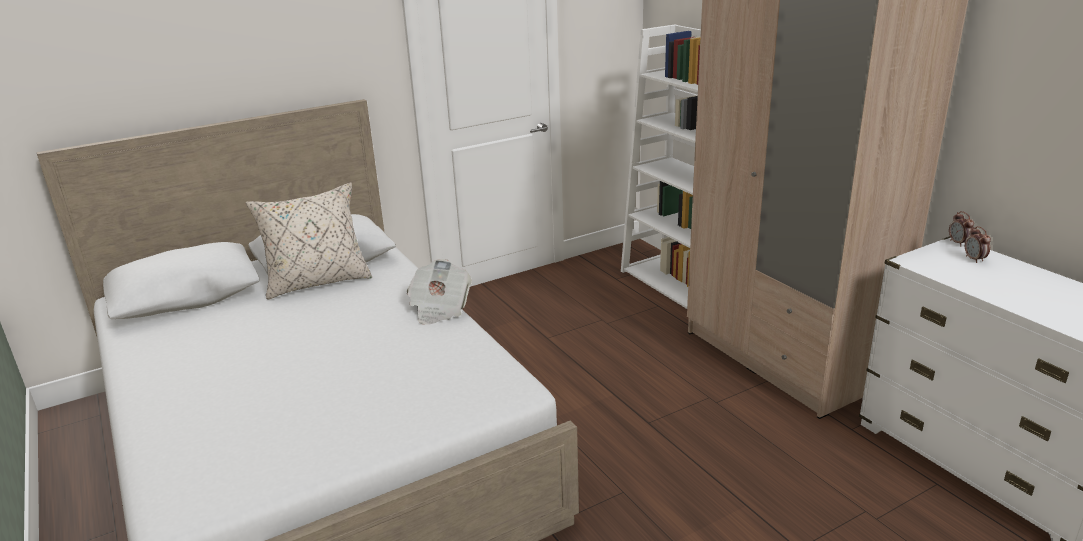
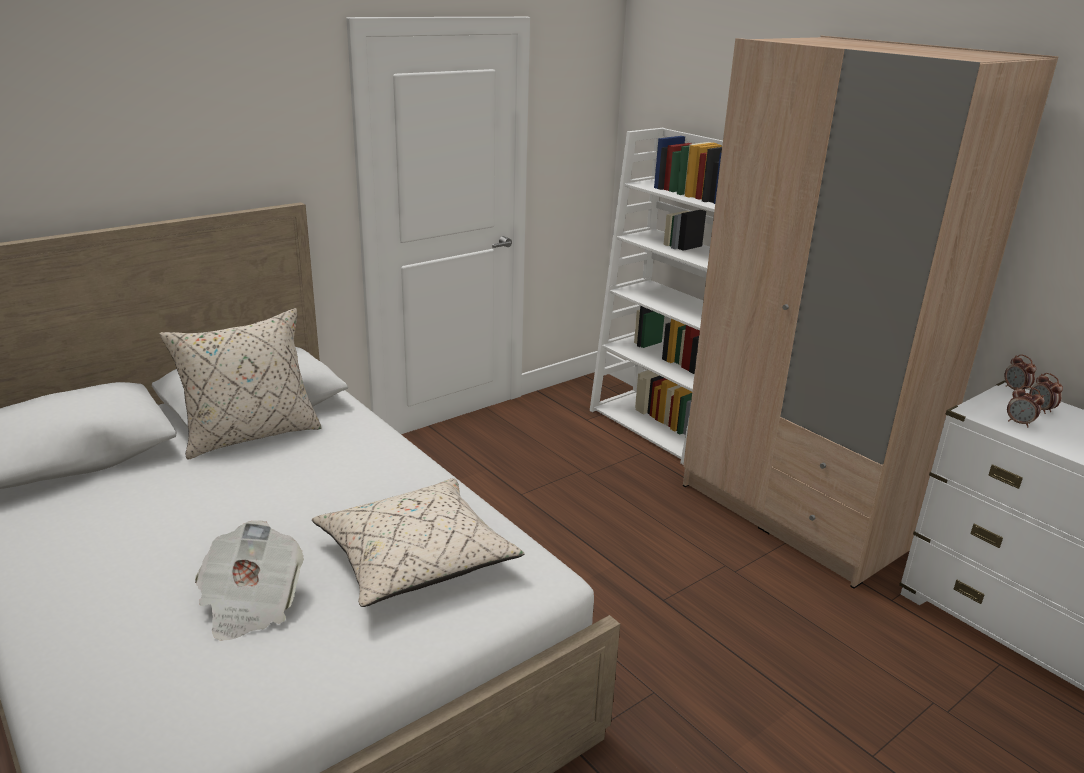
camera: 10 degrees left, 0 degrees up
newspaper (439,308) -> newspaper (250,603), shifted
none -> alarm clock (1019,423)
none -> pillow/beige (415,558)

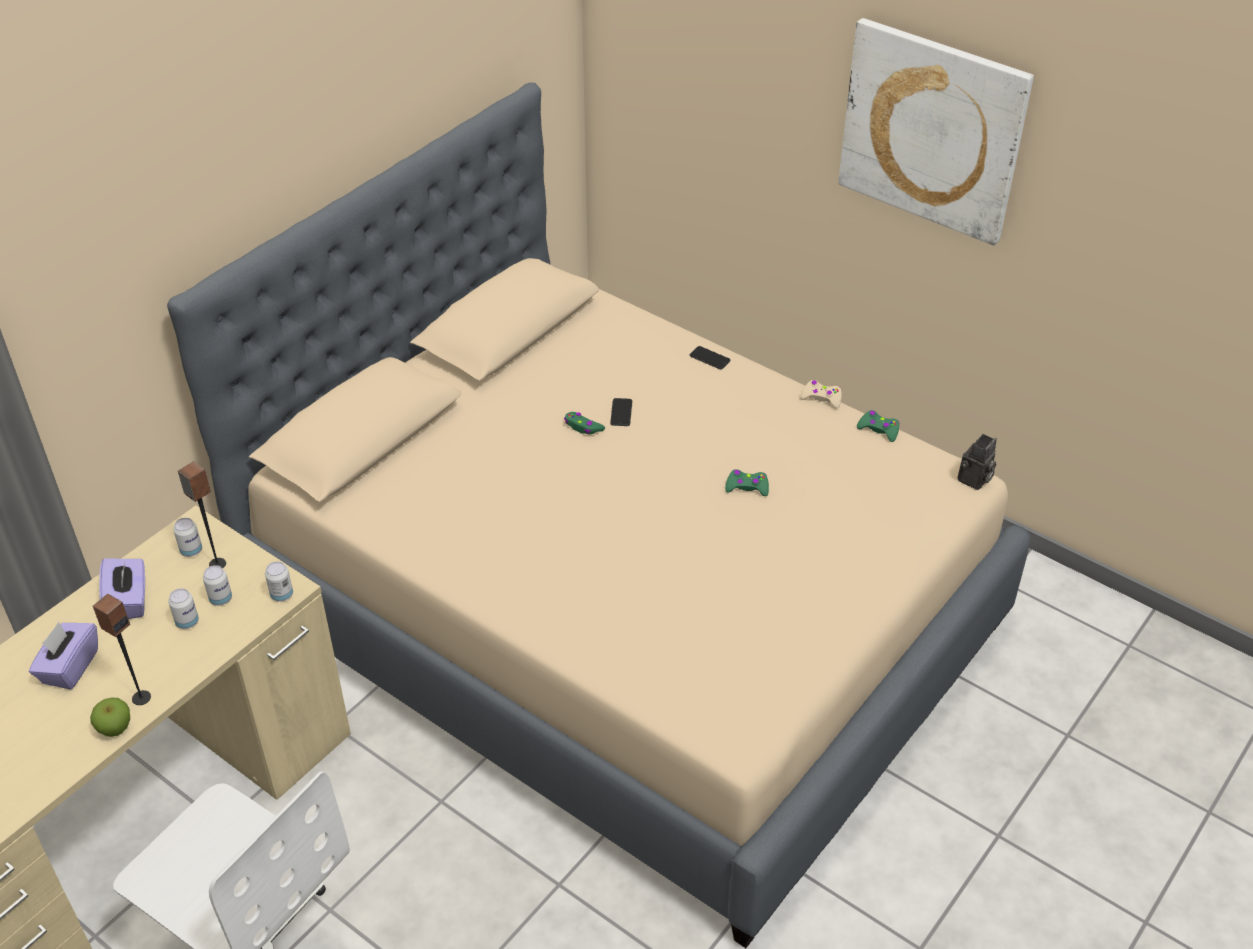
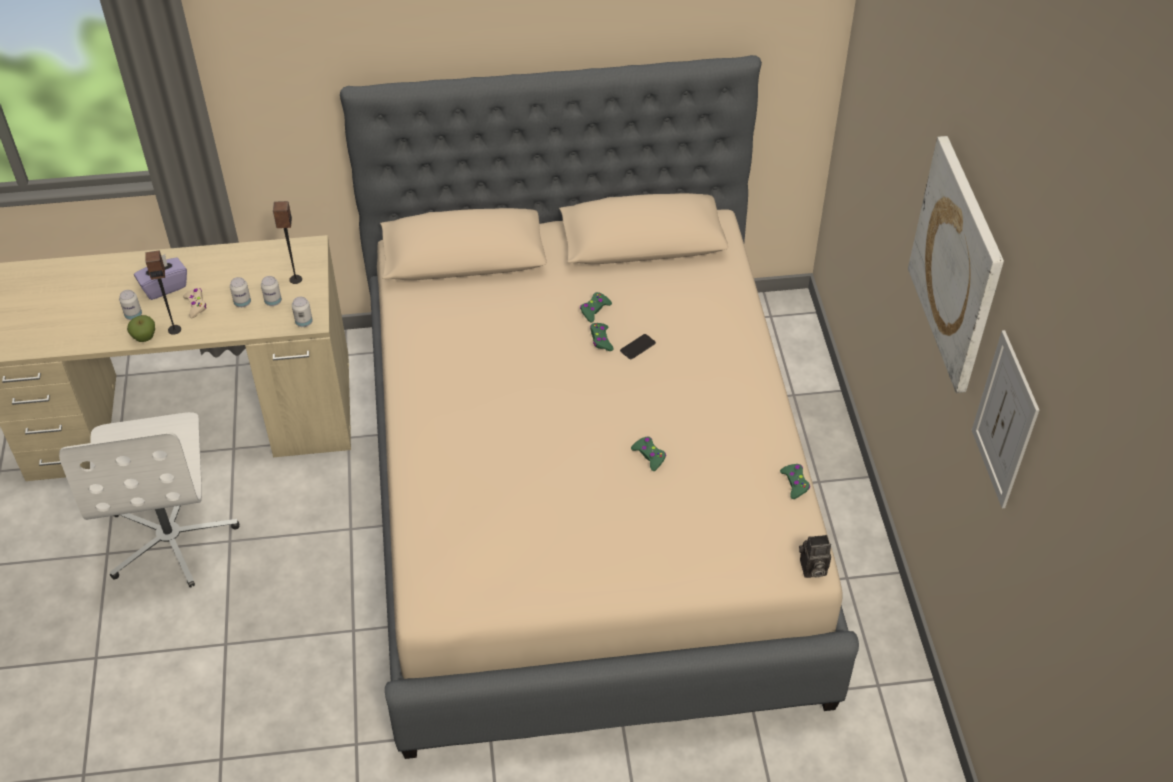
camera: 45 degrees right, 5 degrees up
phone (709,358) -> none
game controller/beige (821,398) -> game controller/beige (196,305), shifted
can (191,551) -> can (133,315), shifted
tissue box/purple (129,601) -> none
none -> game controller/green (594,310)
none -> picture (1005,420)

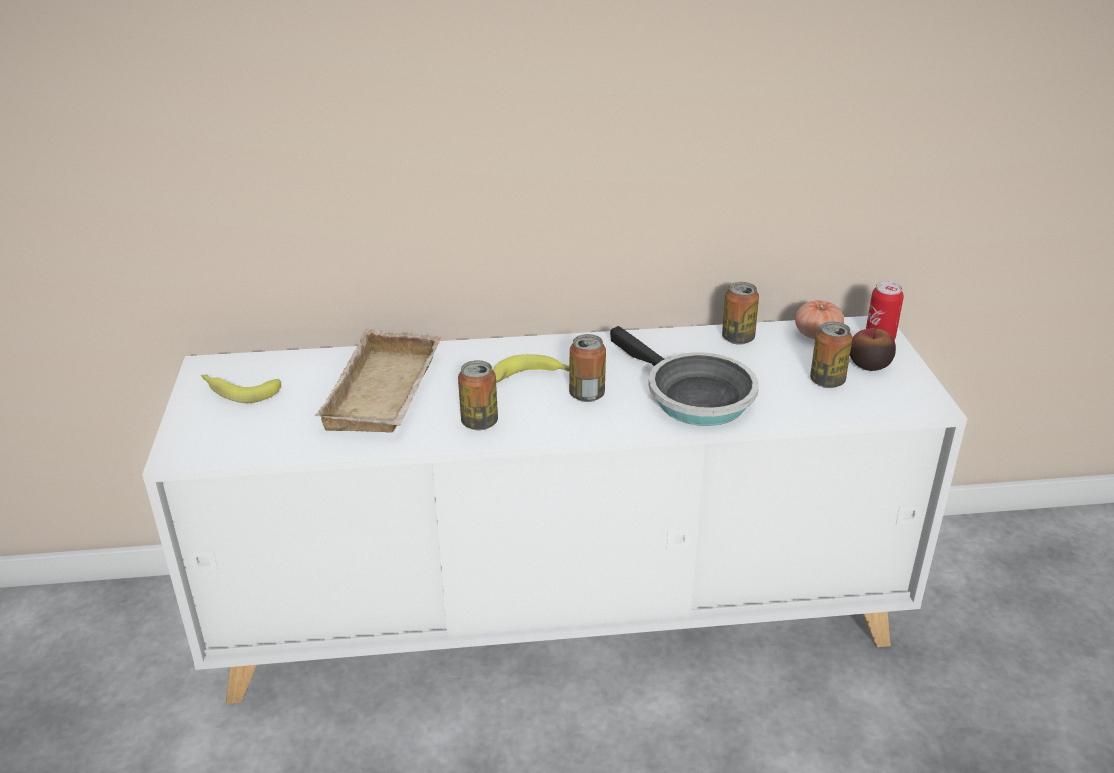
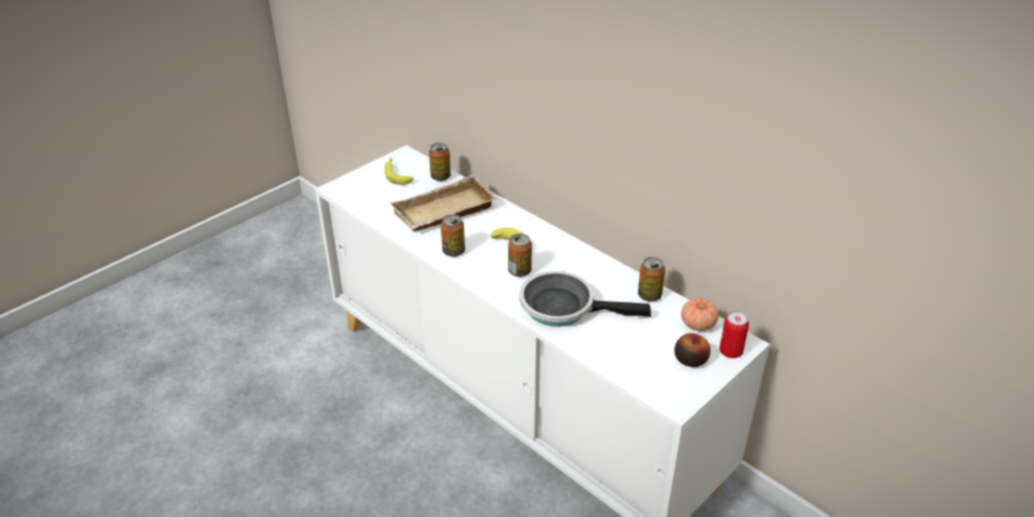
camera: 50 degrees right, 5 degrees up
can (827,381) -> can (440,177), shifted
frying pan (692,396) -> frying pan (564,307), 90 degrees clockwise

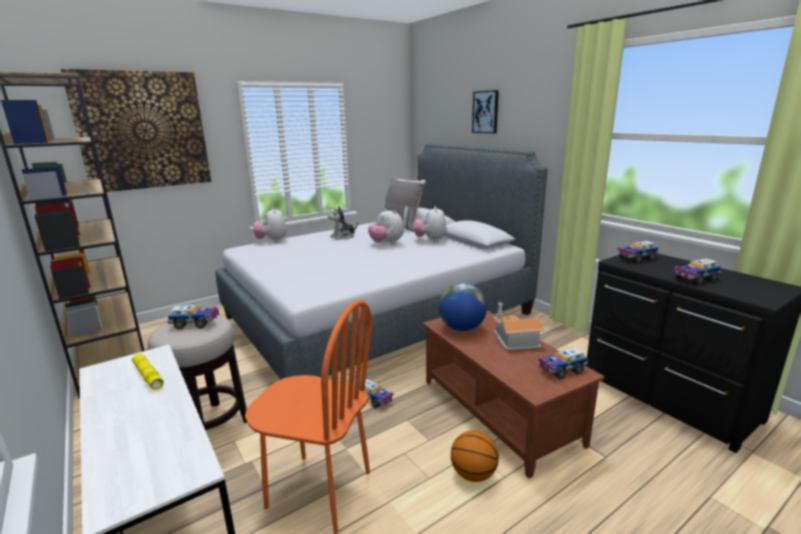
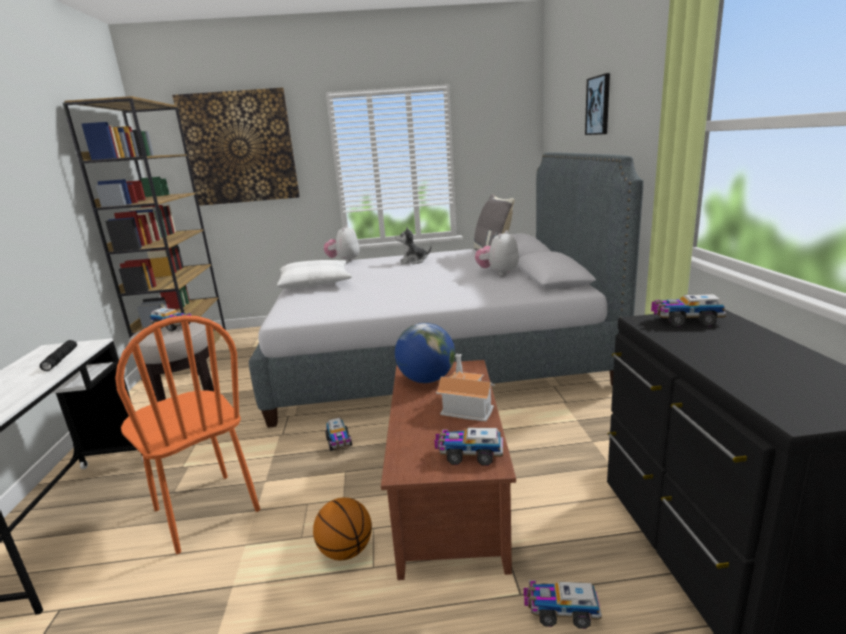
camera: 30 degrees right, 0 degrees up
plush toy (386,243) -> none
toy truck (694,279) -> toy truck (560,611), shifted
flashlight/yellow (148,375) -> flashlight/black (61,359)
none -> pillow/white (315,283)

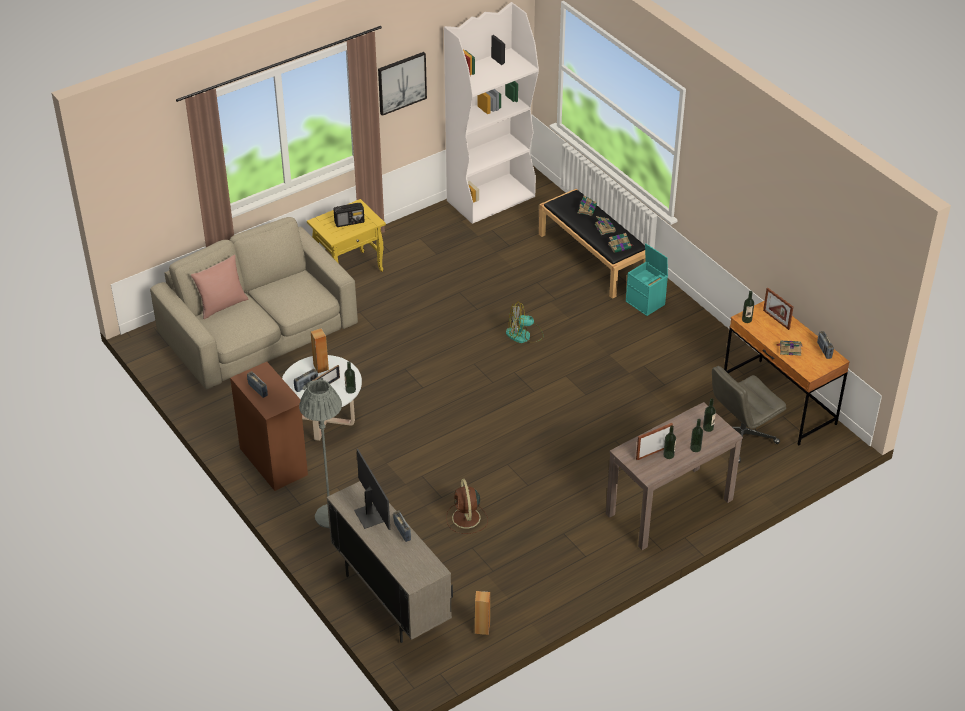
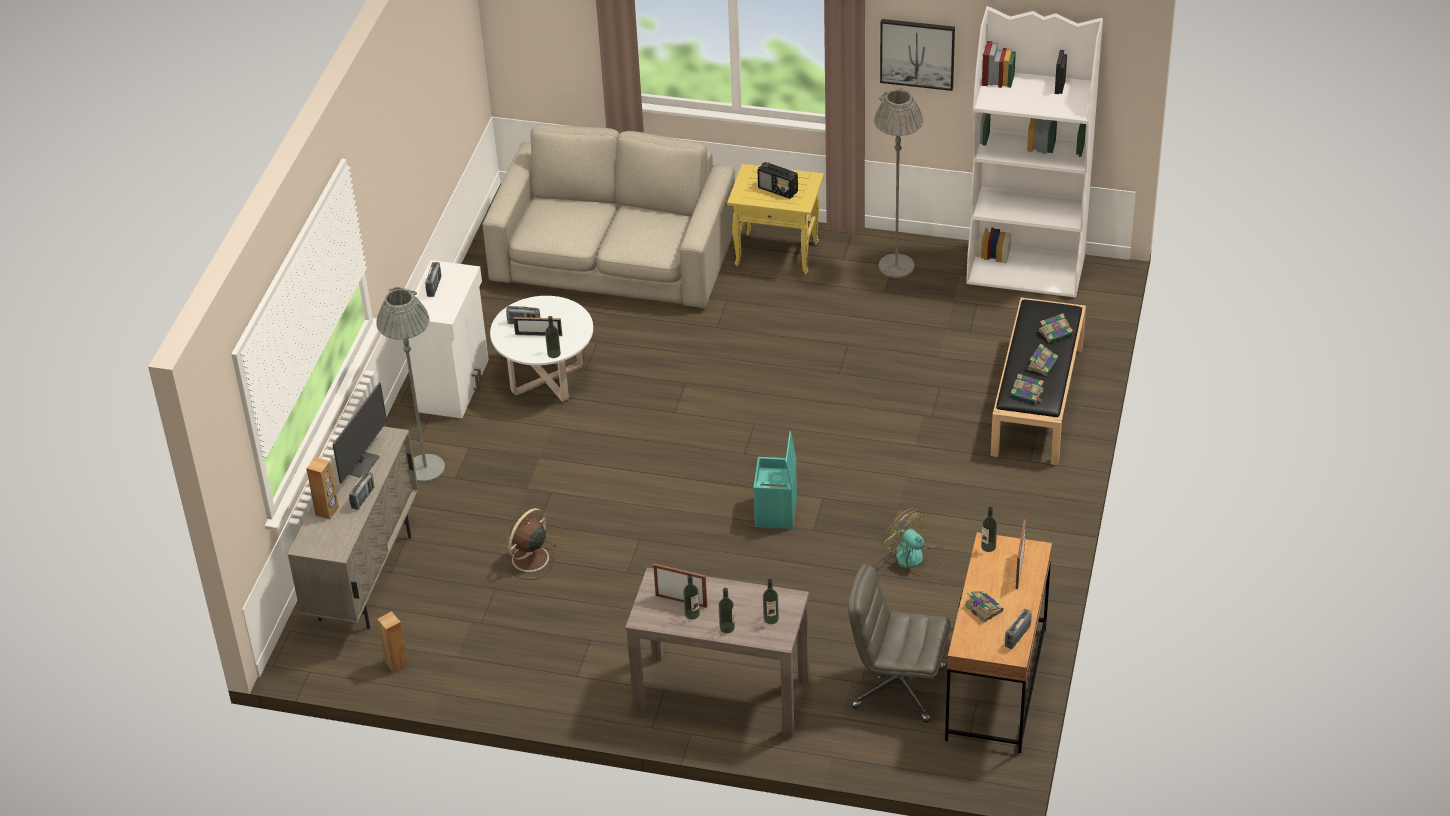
camera: 50 degrees right, 0 degrees up
storage box/turquoise (646,303) -> storage box/turquoise (776,513), shifted
pillow/pink (222,305) -> none
fan (524,335) -> fan (915,559), shifted
speaker/brown (321,367) -> speaker/brown (327,511), shifted
cabinet/brown (274,460) -> cabinet/white (454,385)
none -> floor lamp/grey (896,266)

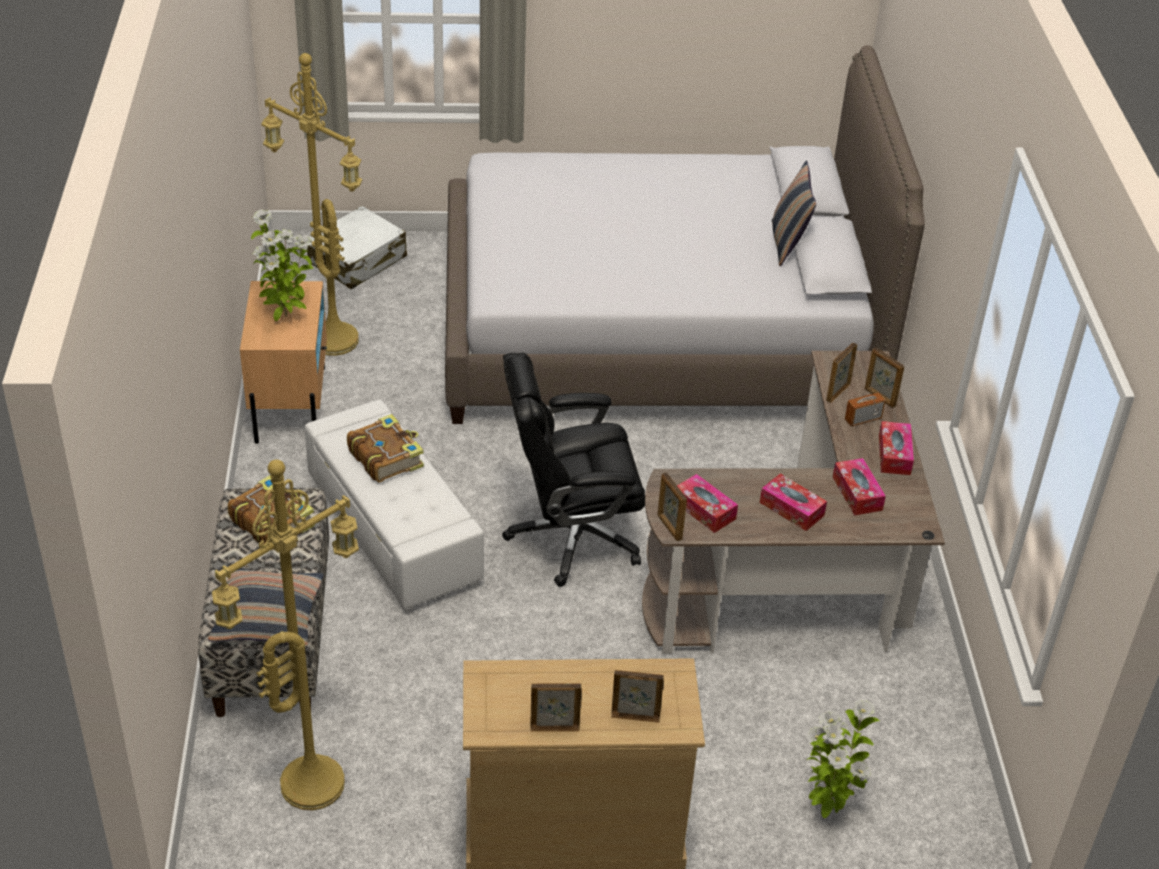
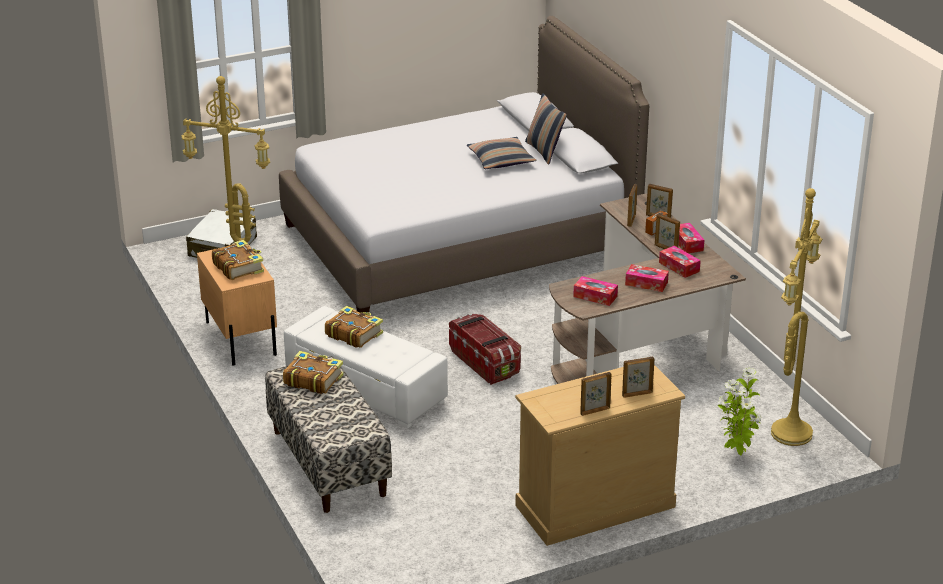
camera: 20 degrees left, 10 degrees down
potted plant (285,318) -> book (238,267)
office chair/black (571,536) -> storage box (485,362)
floor lamp/yellow (312,780) -> floor lamp/yellow (789,432), shifted
picture frame (669,527) -> picture frame (665,249), shifted
pillow (268,617) -> pillow (501,160), shifted

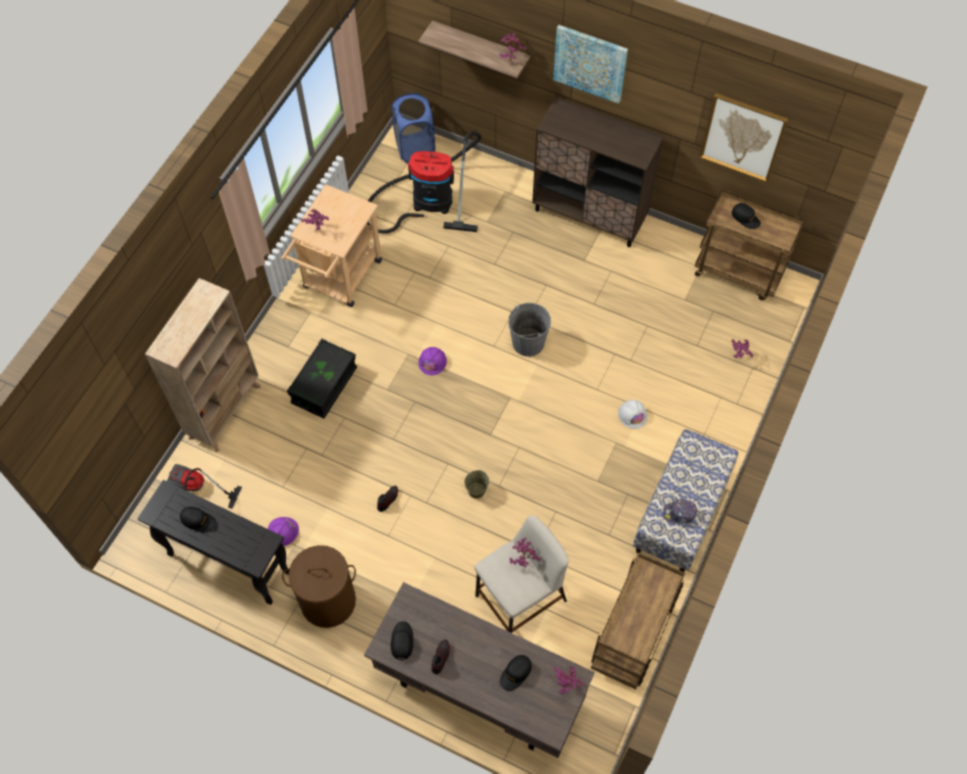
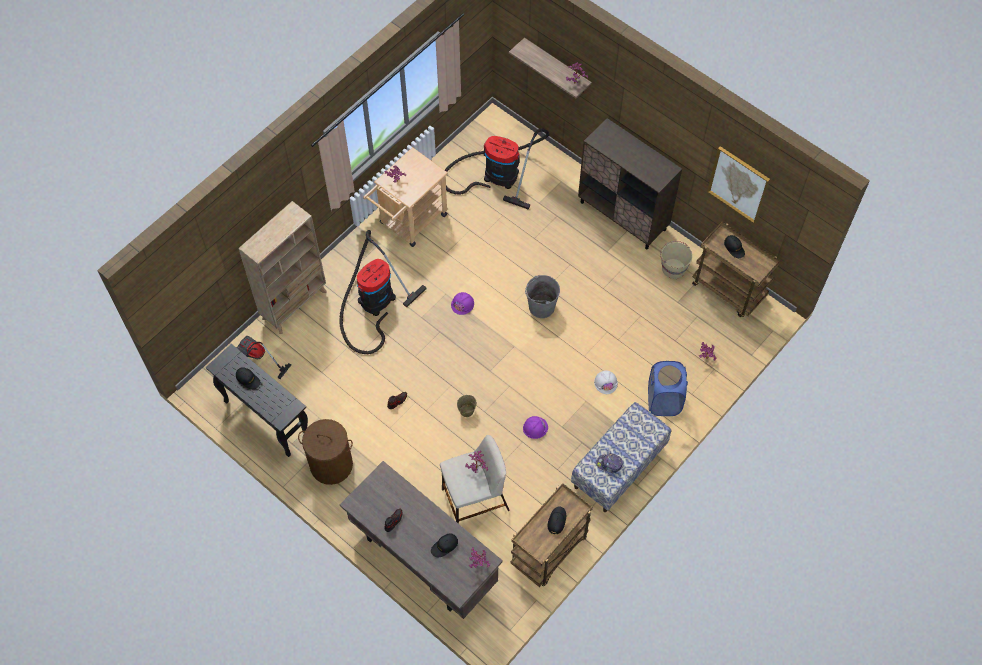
camera: 15 degrees right, 0 degrees up
picture (590,63) -> none
laundry basket/blue (414,148) -> laundry basket/blue (663,400), shifted
storage box/black (324,386) -> vacuum cleaner (374,303)
hard hat/purple (282,531) -> hard hat/purple (535,427), shifted
cap/black (402,641) -> cap/black (556,521), shifted
none -> bucket/beige (673,268)

